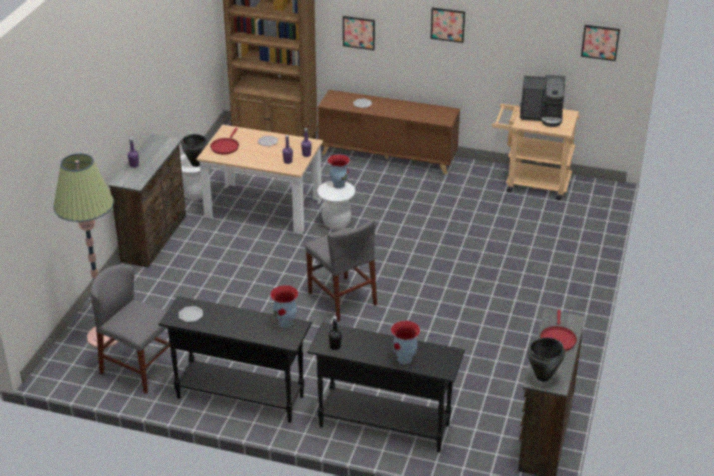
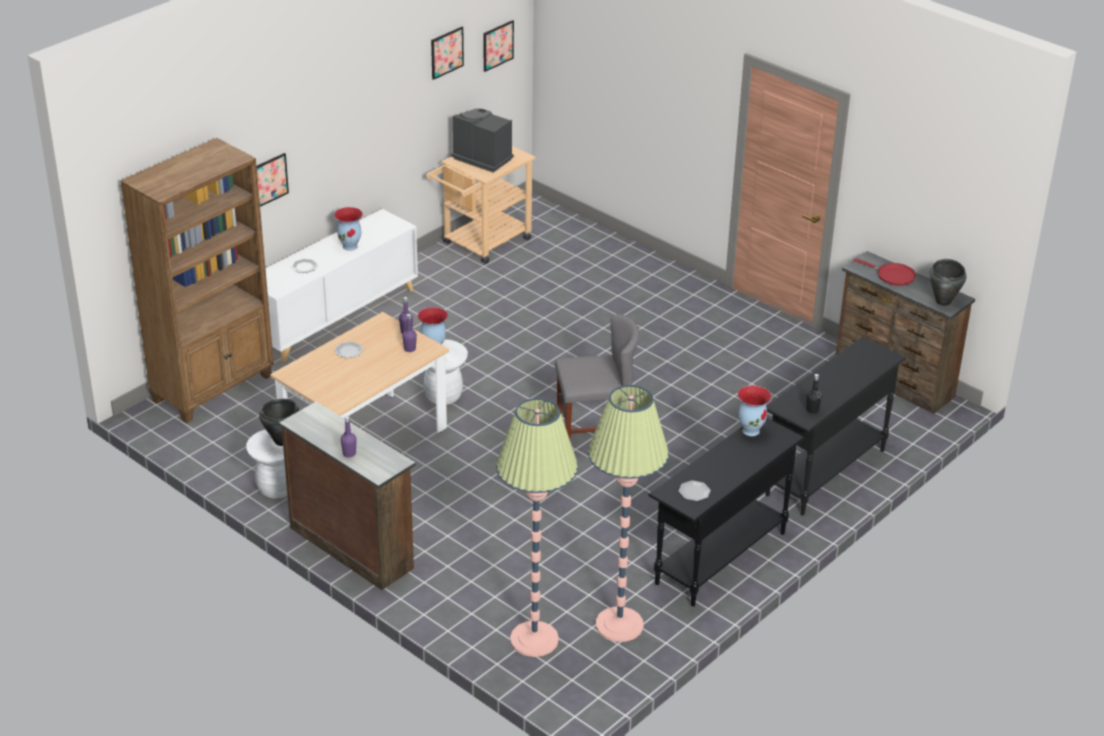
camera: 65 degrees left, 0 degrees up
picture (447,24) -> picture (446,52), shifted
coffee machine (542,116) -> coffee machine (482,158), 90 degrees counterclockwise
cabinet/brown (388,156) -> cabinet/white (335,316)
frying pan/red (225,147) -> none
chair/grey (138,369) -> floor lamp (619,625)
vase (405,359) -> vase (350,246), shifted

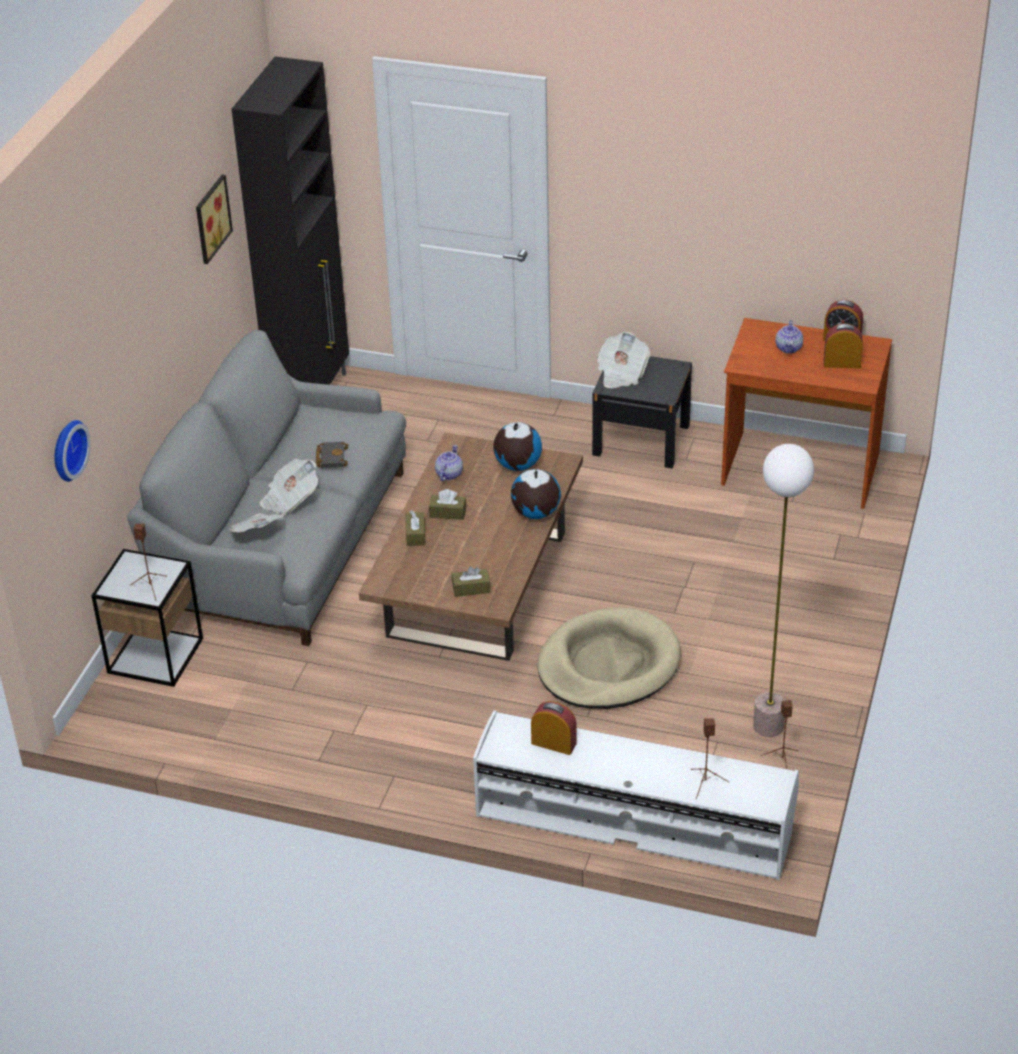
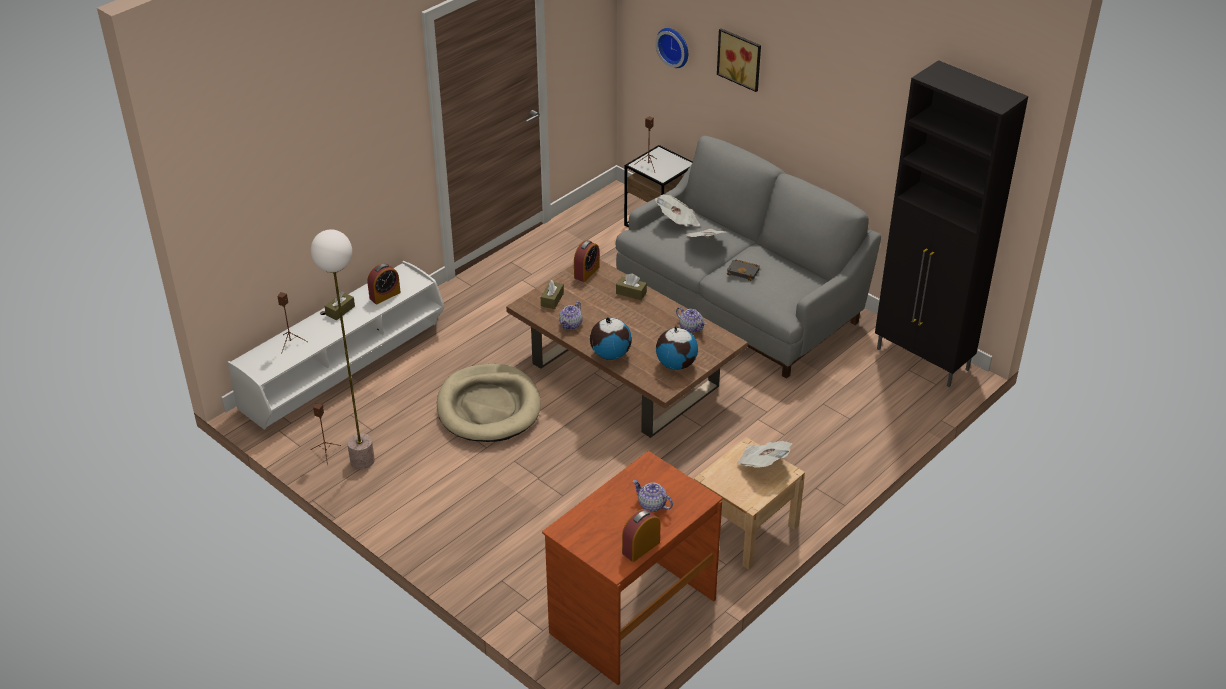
camera: 115 degrees right, 0 degrees up
picture (210,218) -> picture (740,58), shifted
alarm clock (842,363) -> alarm clock (586,272), shifted
nightstand/black (641,439) -> nightstand/beige (745,528)
tissue box/brown (448,513) -> tissue box/brown (340,310), shifted
none -> teapot (571,324)

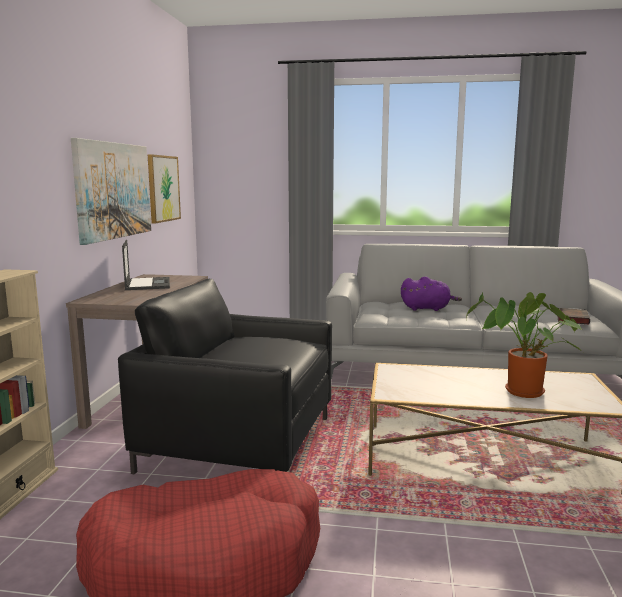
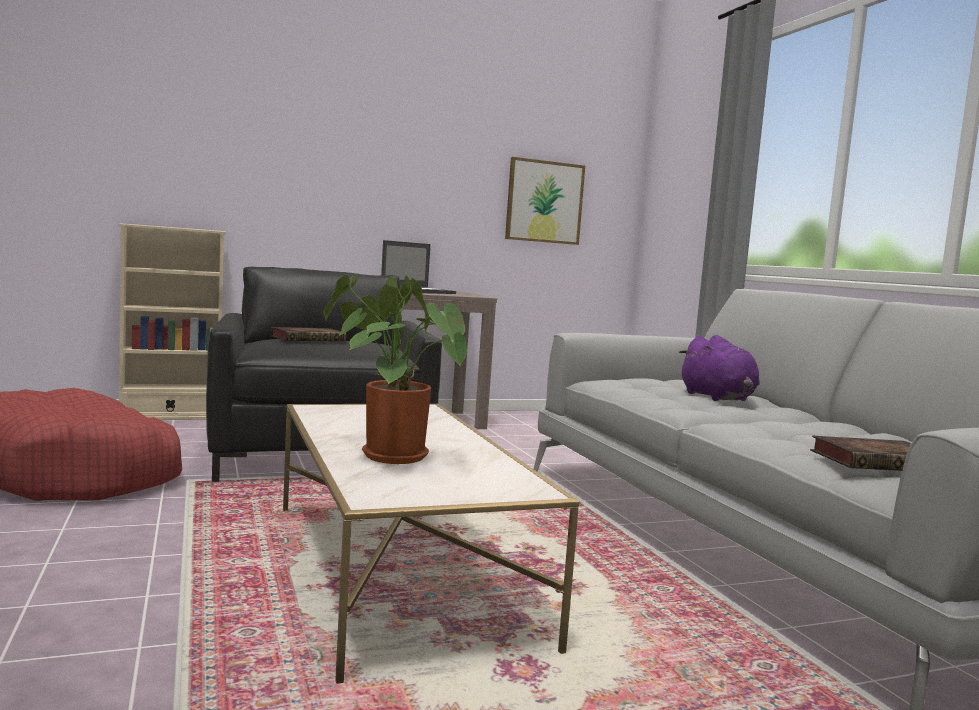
camera: 60 degrees right, 5 degrees down
picture (113,190) -> none
none -> book (309,339)

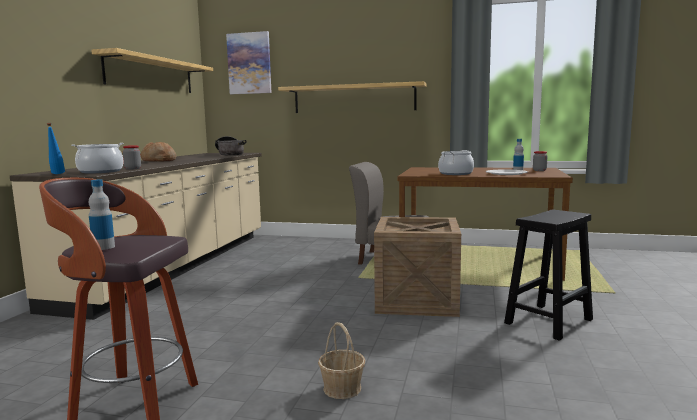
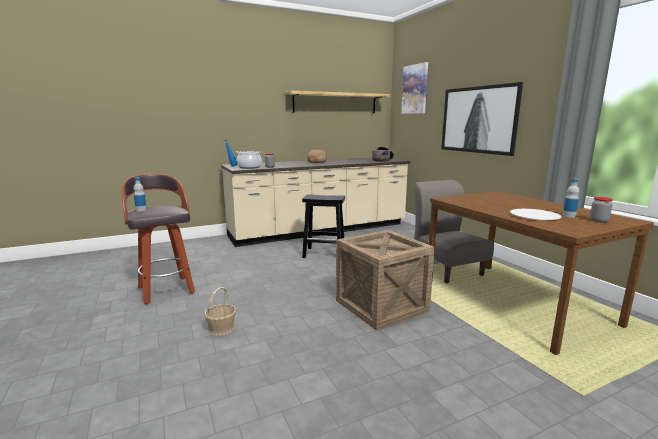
camera: 50 degrees right, 5 degrees up
shelf (354,98) -> picture (477,119)
cooking pot (455,173) -> none
stool/black (549,321) -> stool/black (325,253), shifted

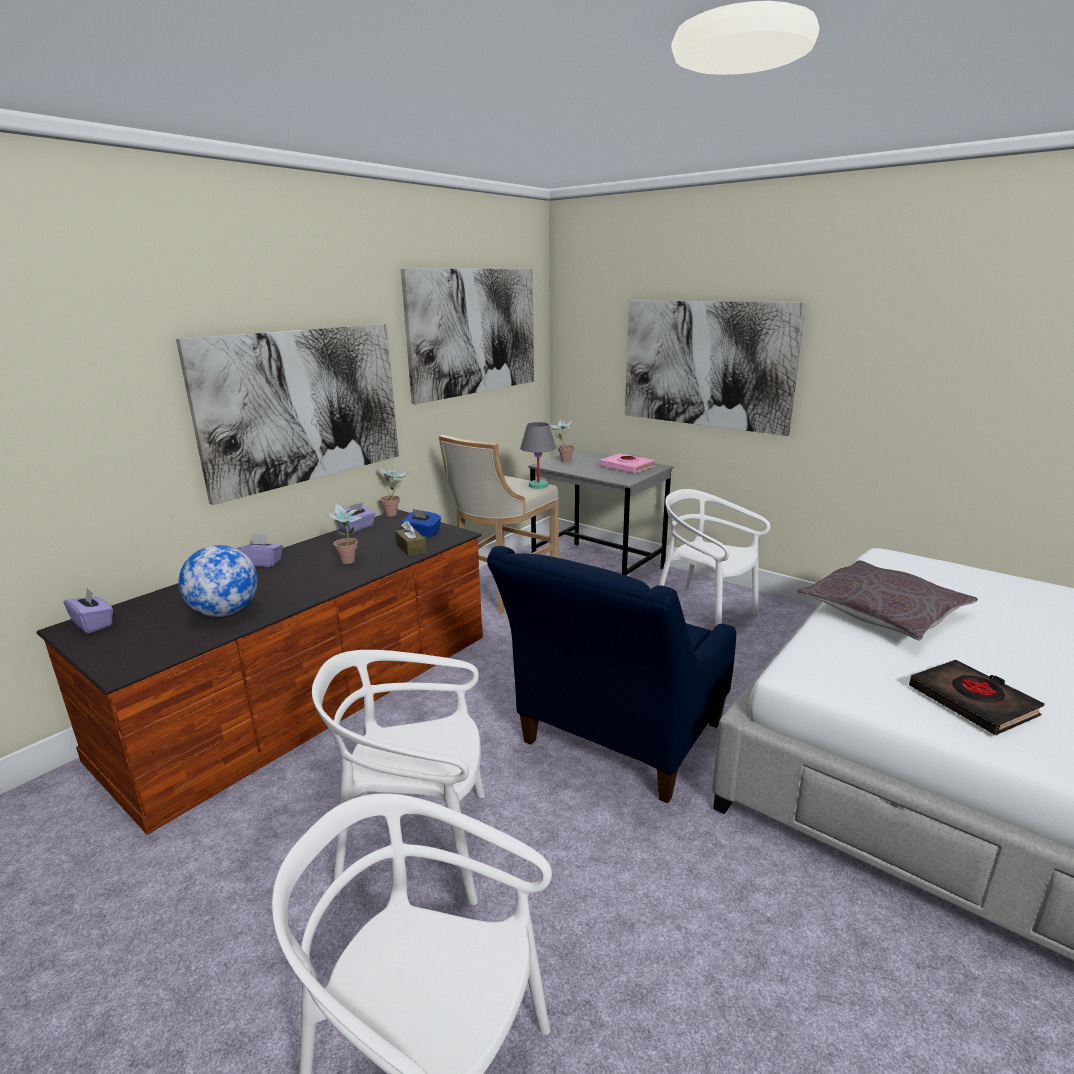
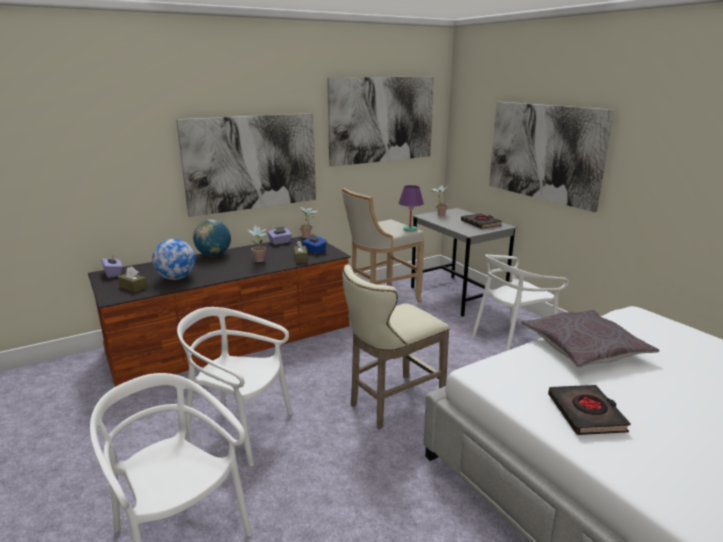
camera: 20 degrees right, 0 degrees up
table lamp/grey (539,485) -> table lamp/purple (410,229)
book/pink (626,467) -> book/black (481,224)
chair/white (704,617) -> chair/white (512,340), 90 degrees counterclockwise
tissue box/purple (262,563) -> globe (214,255)
armchair/blue (615,741) -> stool/beige (391,403)
none -> tissue box/brown (133,287)

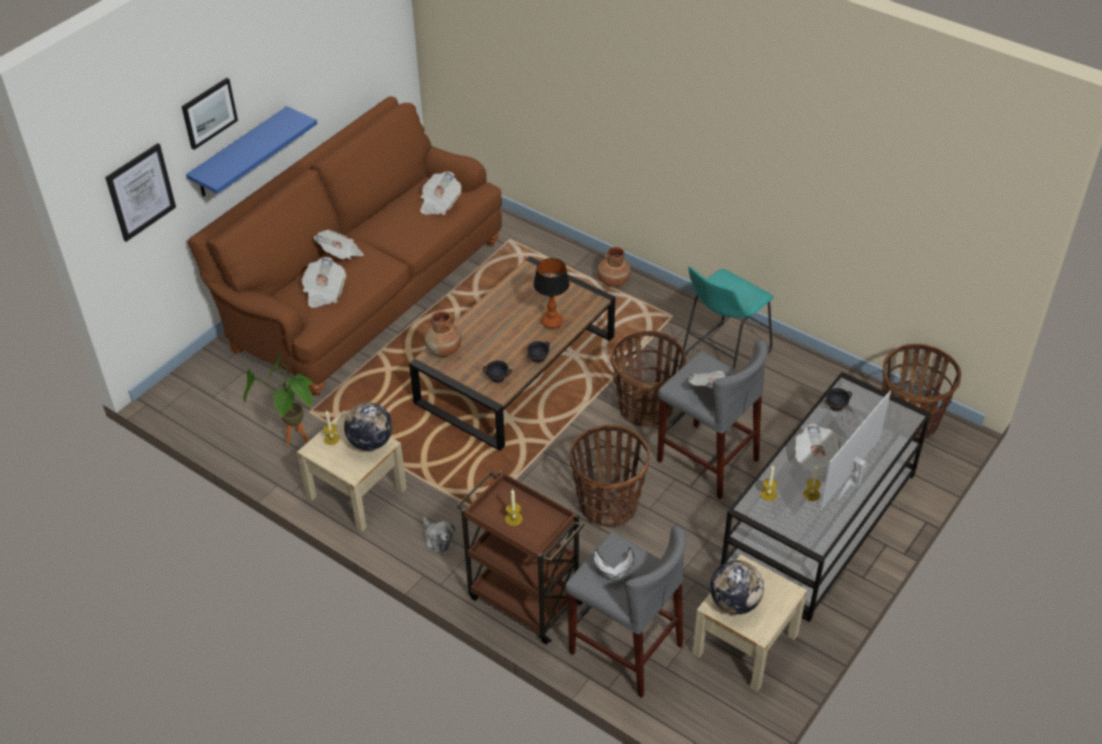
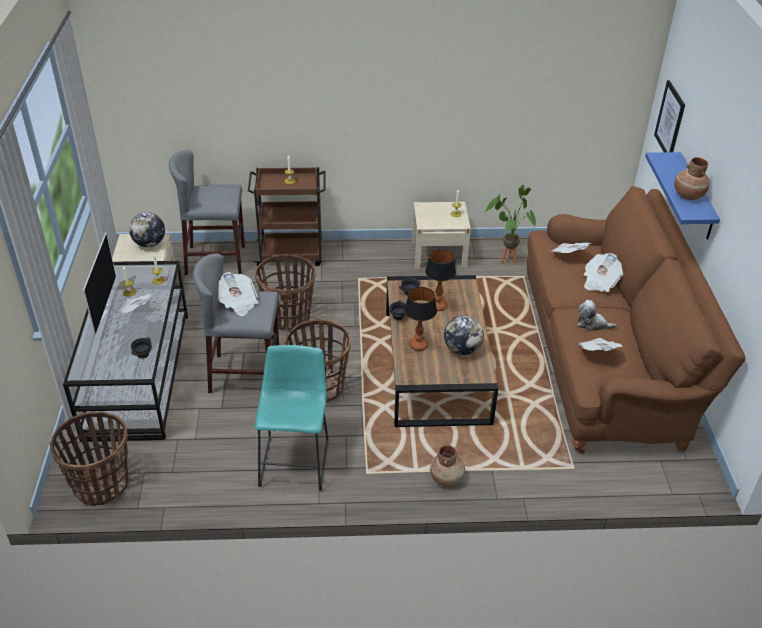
camera: 140 degrees right, 5 degrees down
picture (208,113) -> none
vase/brown (444,350) -> vase/brown (688,195), shifted
globe (370,442) -> globe (462,349), shifted
plush toy (438,539) -> plush toy (592,324), shifted
bowl/white (614,571) -> none
none -> table lamp (437,306)

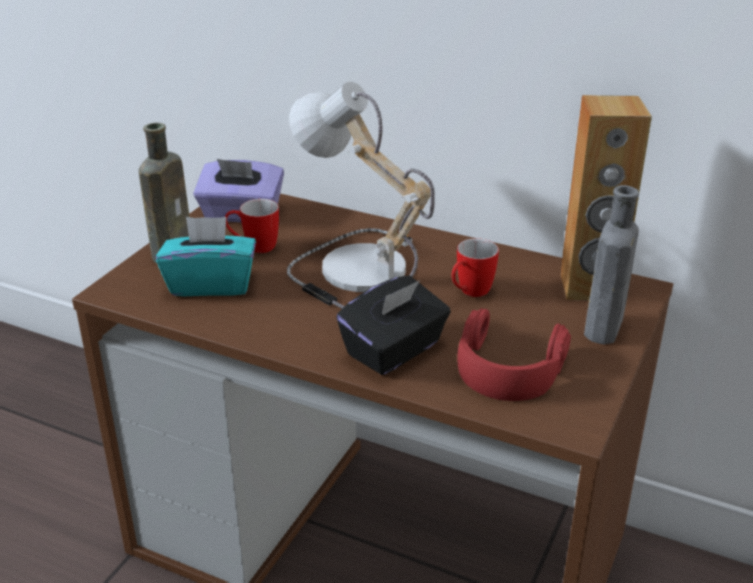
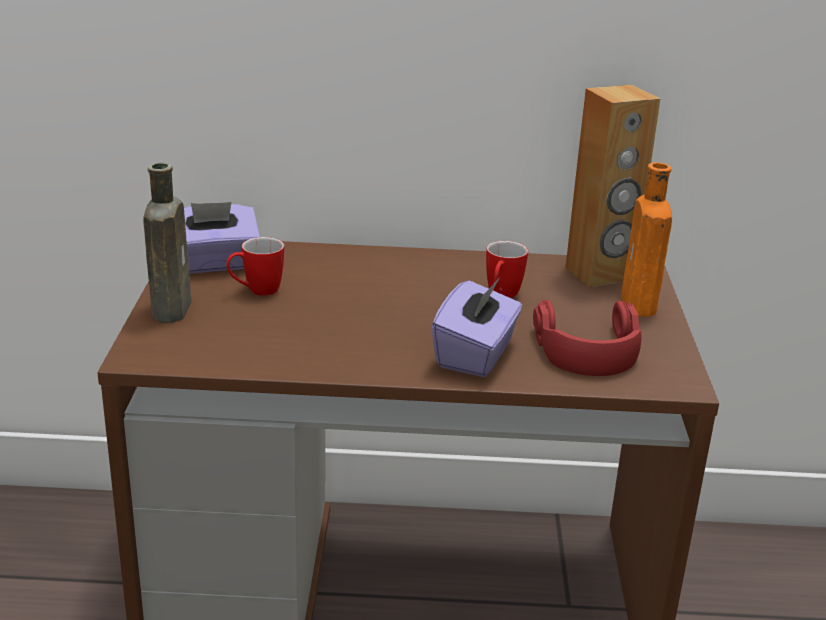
camera: 25 degrees left, 5 degrees down
table lamp (353,270) -> none
bottle/grey (603,331) -> bottle/orange (639,306)
tissue box/turquoise (211,284) -> none
tissue box/black (394,350) -> tissue box/purple (476,355)

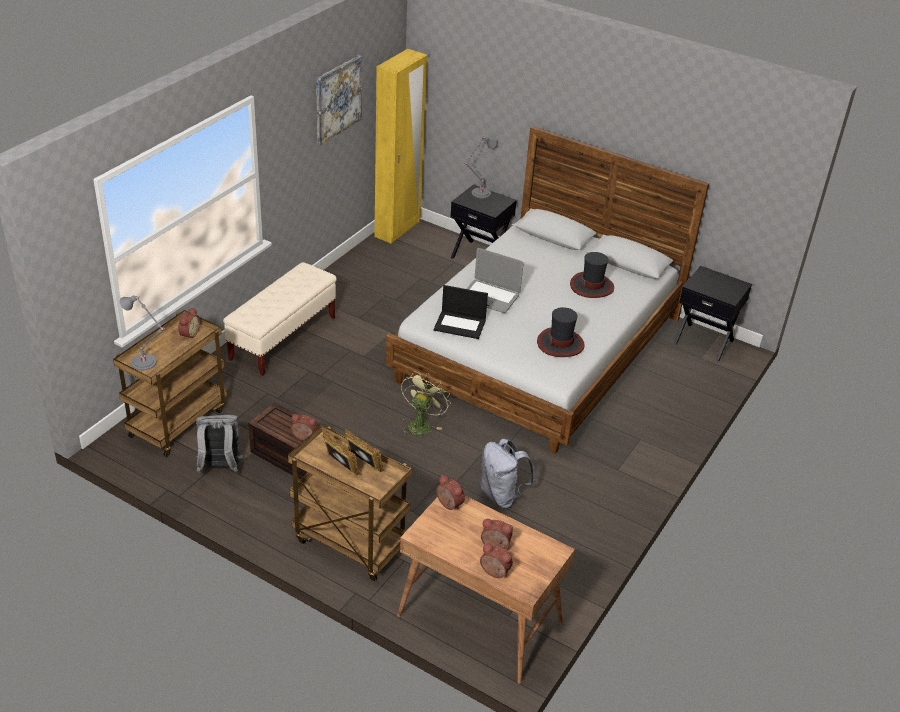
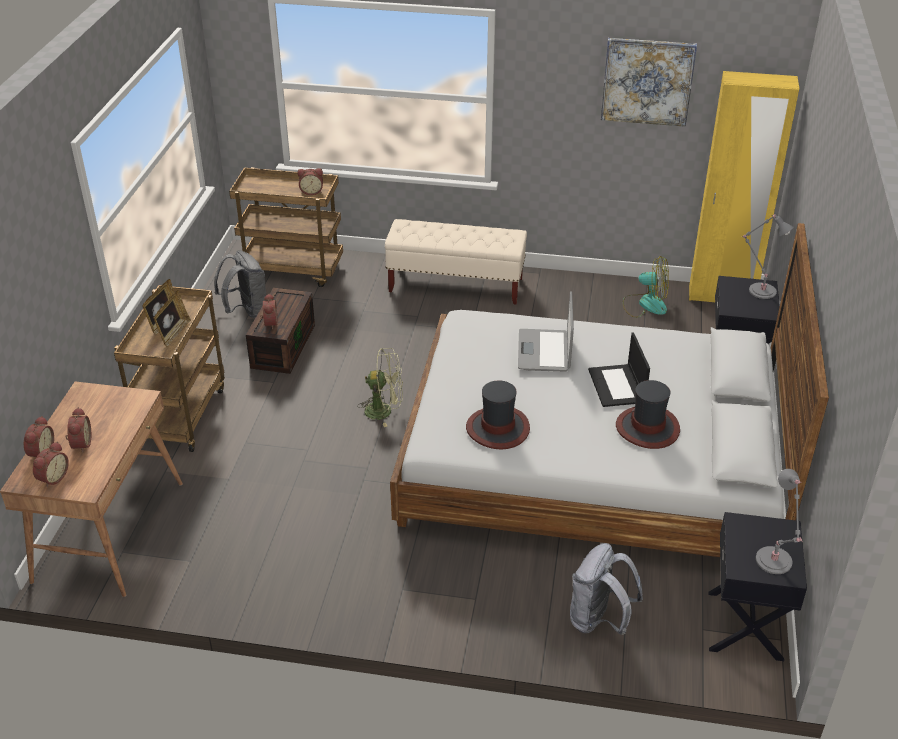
camera: 70 degrees right, 0 degrees up
laptop (460,325) -> laptop (617,386), shifted
table lamp/grey (145,363) -> table lamp/grey (774,563), shifted
backpack/grey (502,495) -> backpack/grey (599,620), shifted
alarm clock (448,505) -> alarm clock (52,478), shifted
none -> fan (645,304)

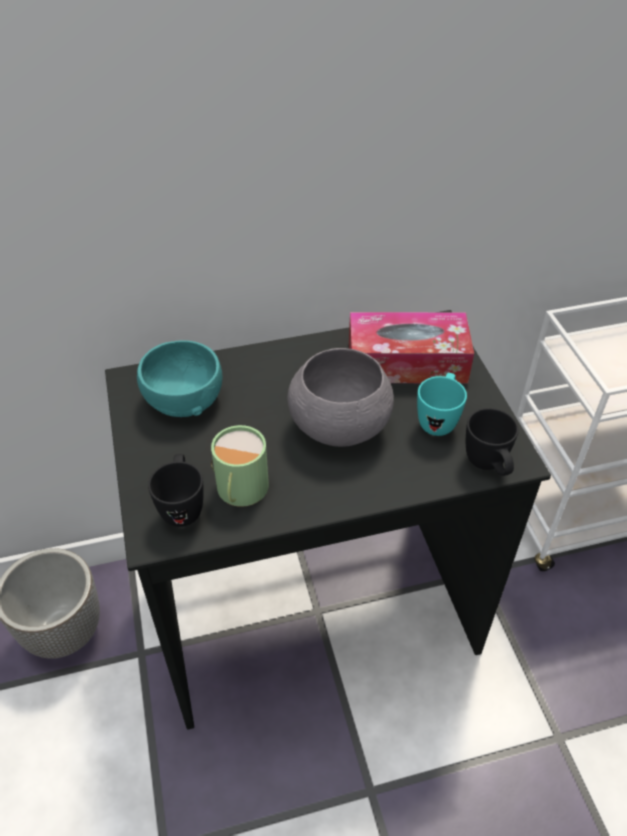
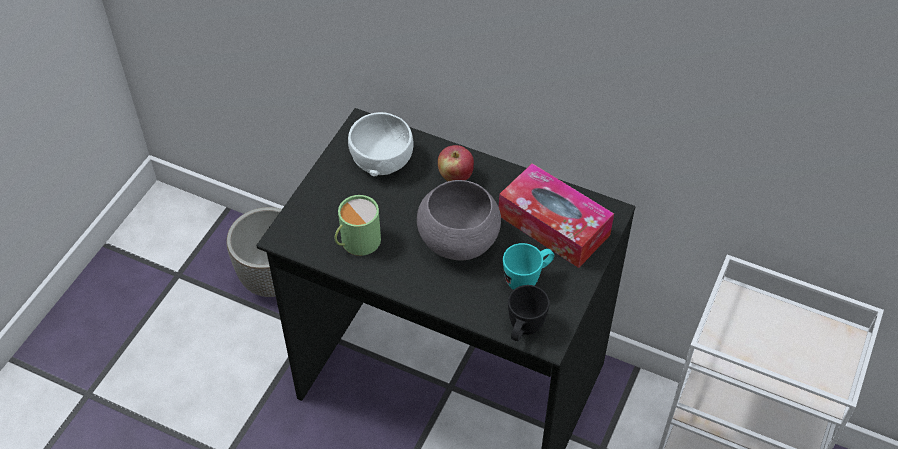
camera: 40 degrees right, 5 degrees up
bowl/turquoise (183,399) -> bowl/white (381,159)
mug/black (182,506) -> none
none -> apple (455,176)

